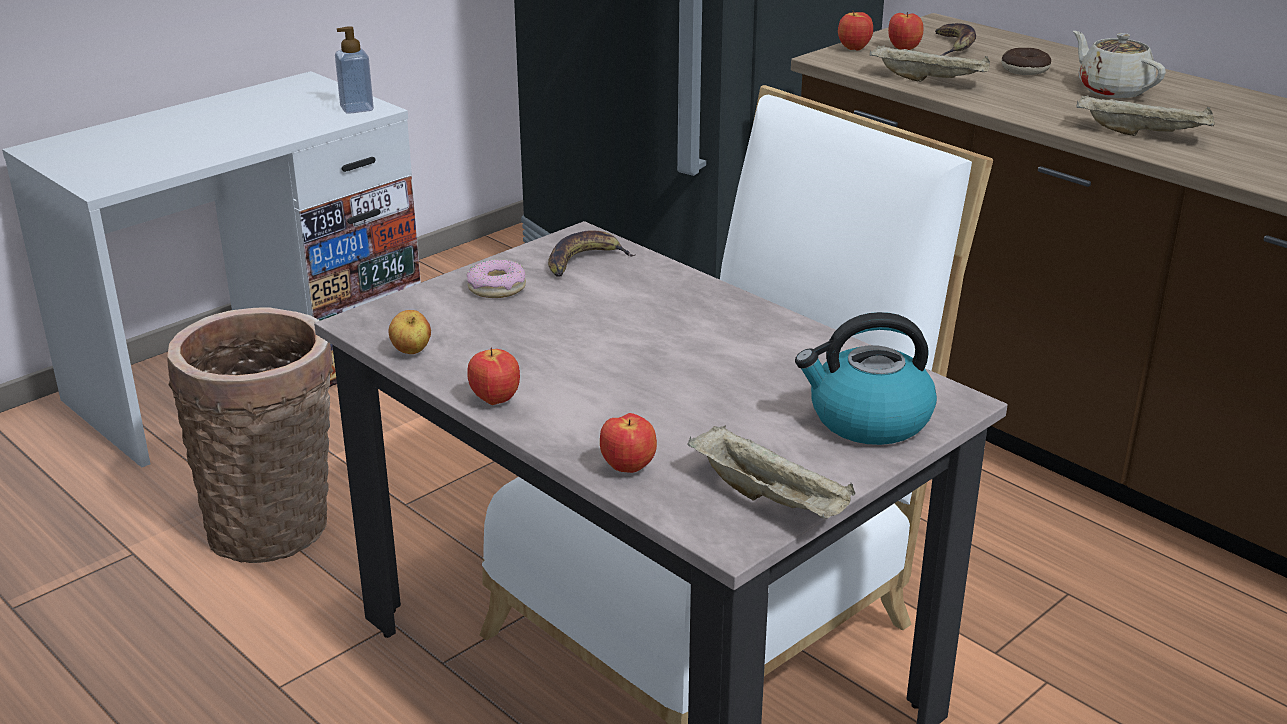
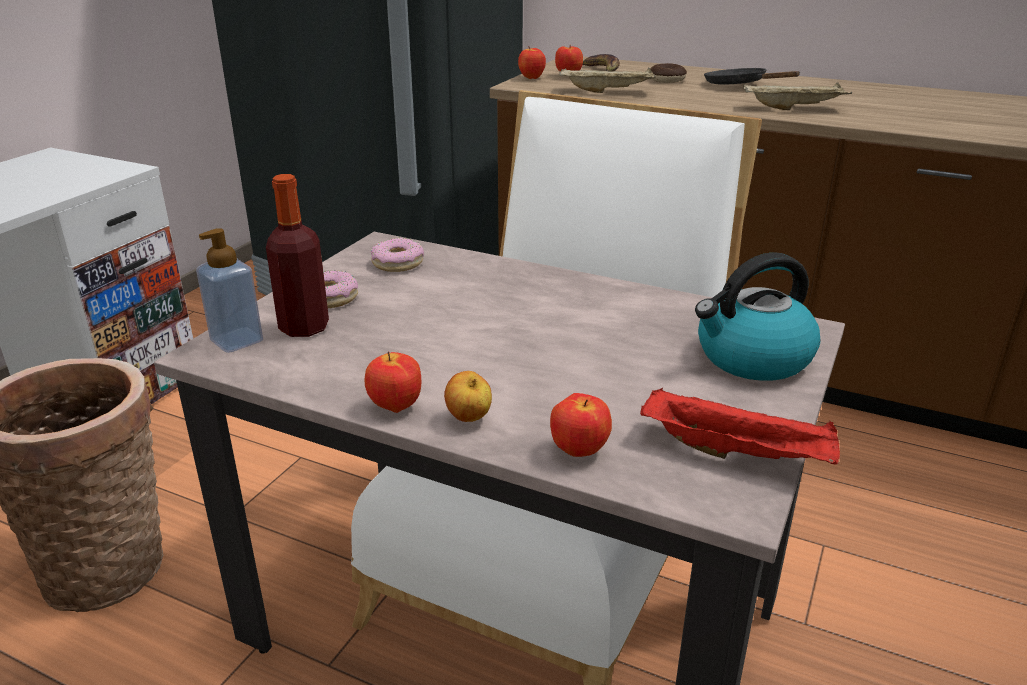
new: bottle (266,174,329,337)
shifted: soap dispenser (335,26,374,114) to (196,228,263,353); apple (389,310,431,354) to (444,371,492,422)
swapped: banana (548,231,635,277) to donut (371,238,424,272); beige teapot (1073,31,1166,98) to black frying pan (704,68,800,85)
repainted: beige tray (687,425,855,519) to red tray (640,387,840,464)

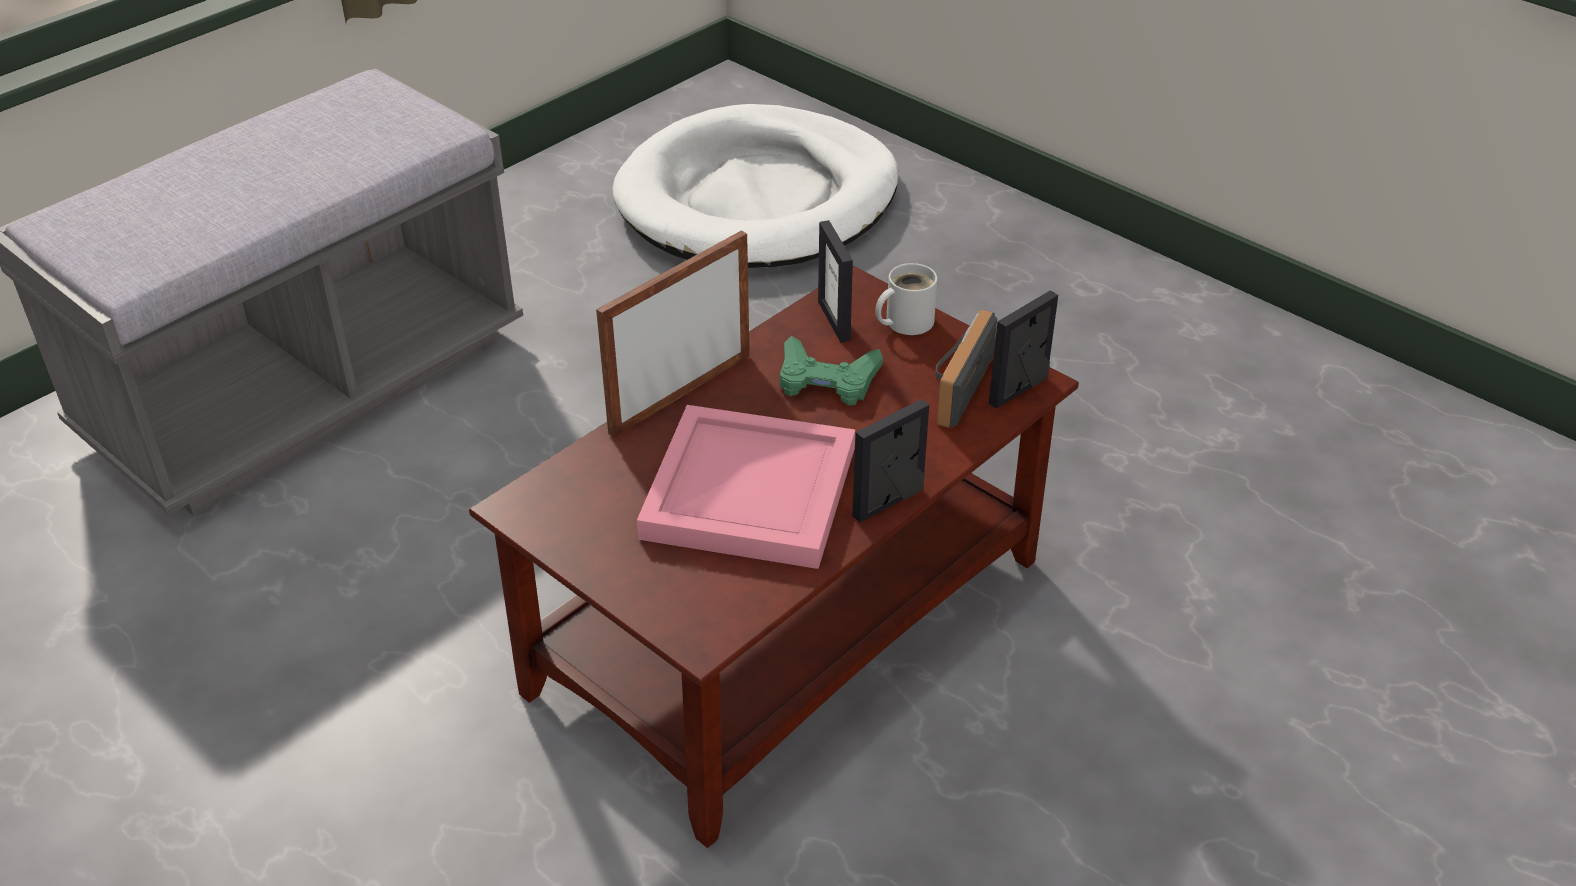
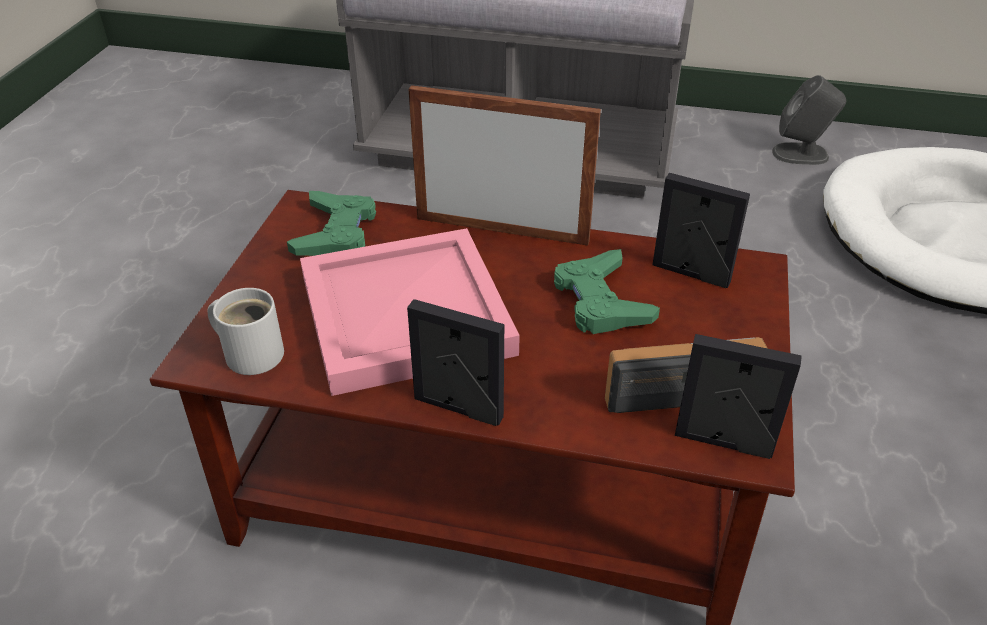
new: green game controller (287,191,376,256); grey speaker (772,75,846,165)
shifted: white mug (875,263,938,335) to (207,288,284,375)
rotated: picture frame (818,220,853,343) = (653,173,750,288) 75 degrees clockwise

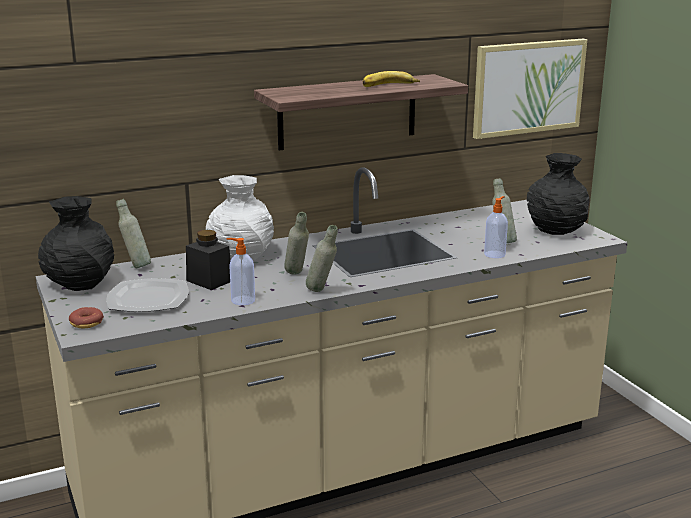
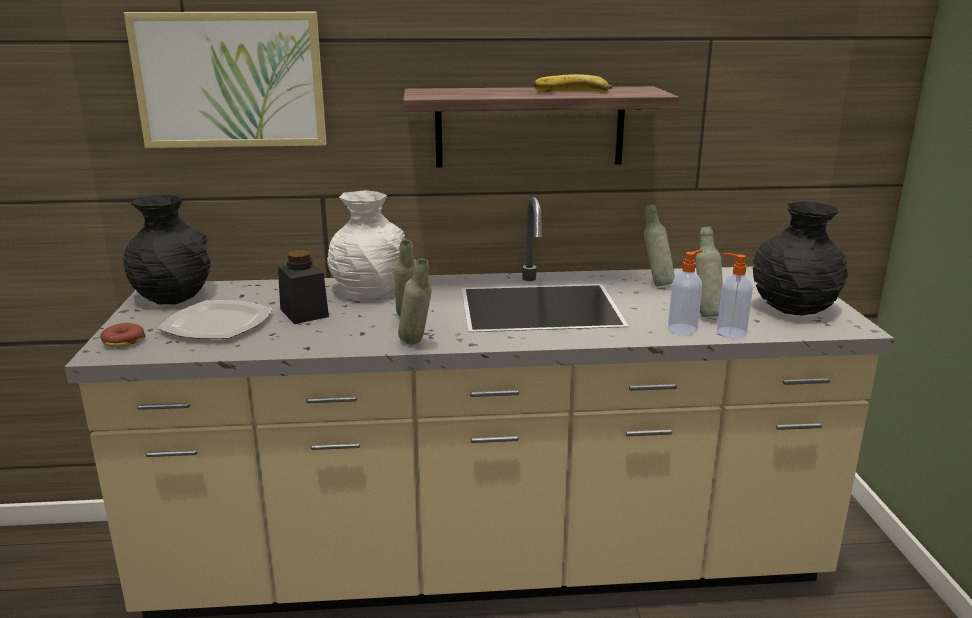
shifted: grey bottle (116,199,151,268) to (644,205,675,286); soap dispenser (227,238,255,305) to (717,253,753,338); picture (473,39,587,139) to (124,12,327,148)

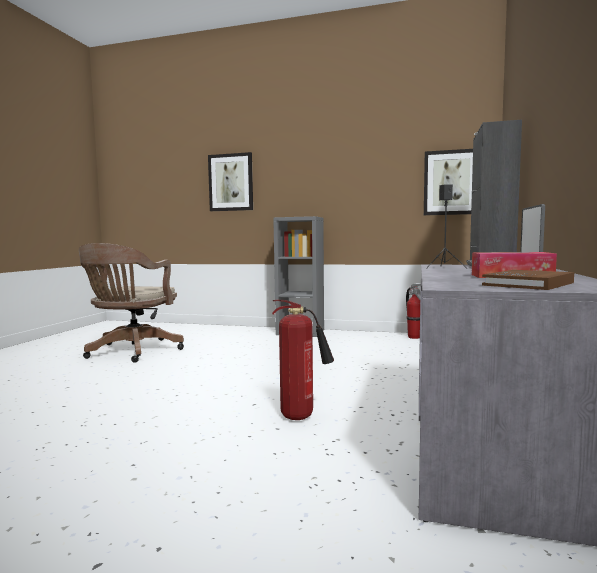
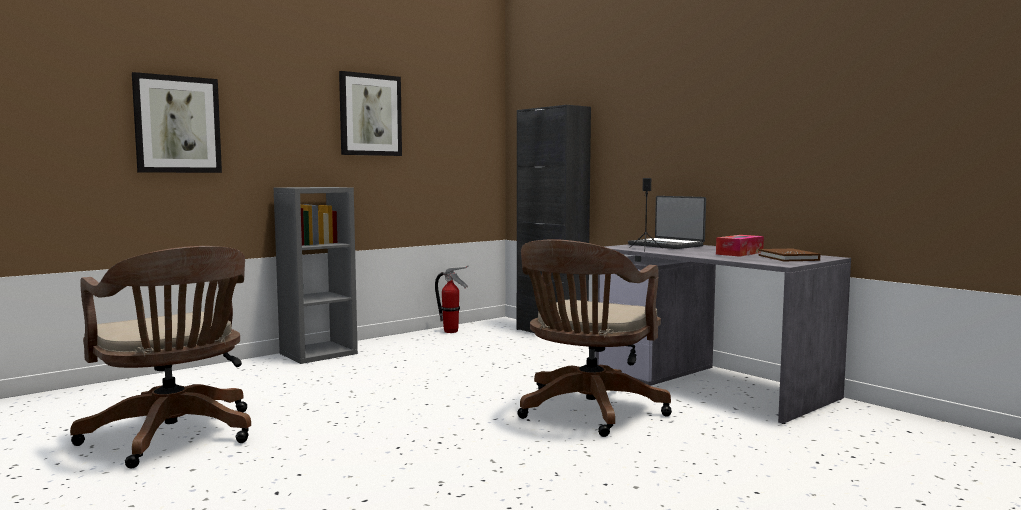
shifted: picture (424,149,473,215) to (339,71,402,156)
swapped: fire extinguisher (272,300,334,420) to brown office chair (517,239,672,437)

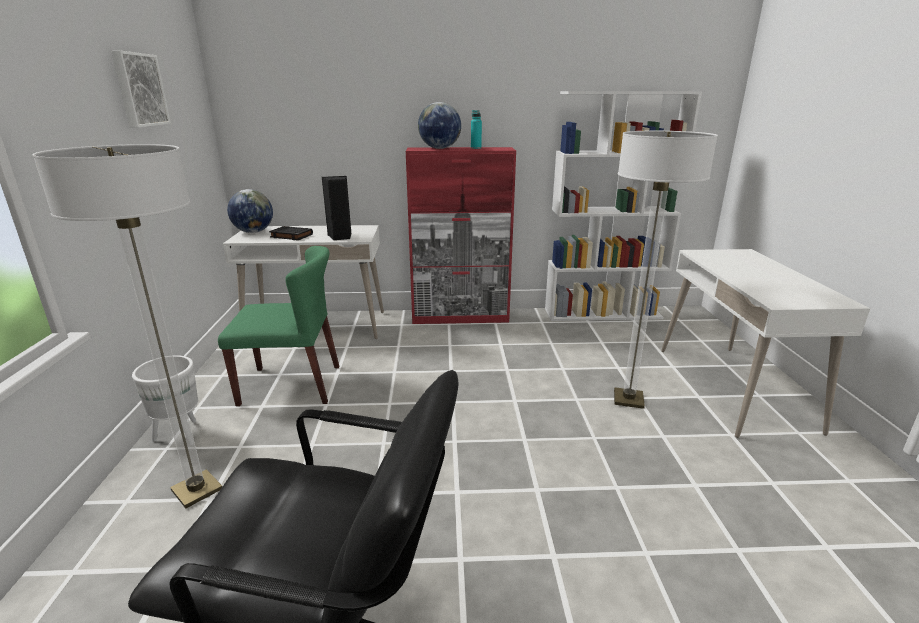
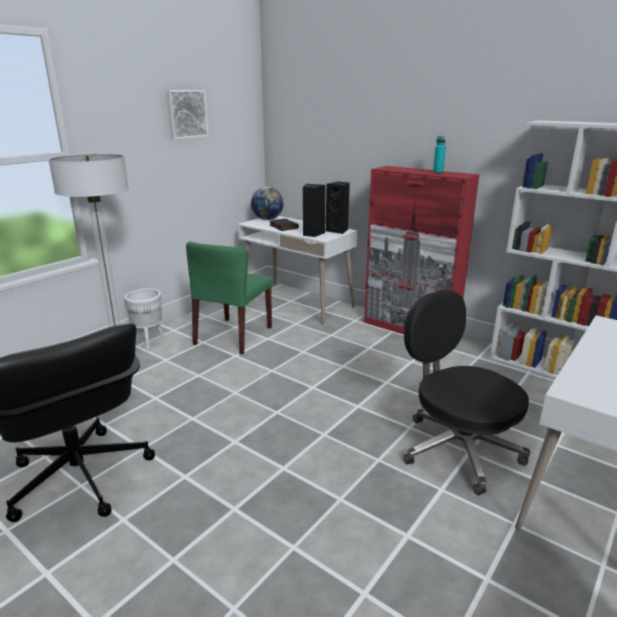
gone: globe (418,102,461,149)
new: black speaker (326,182,350,234)
swapped: floor lamp (614,131,718,409) to black office chair (404,290,530,495)
rotated: green chair (218,246,339,406) = (186,241,273,355) 75 degrees clockwise

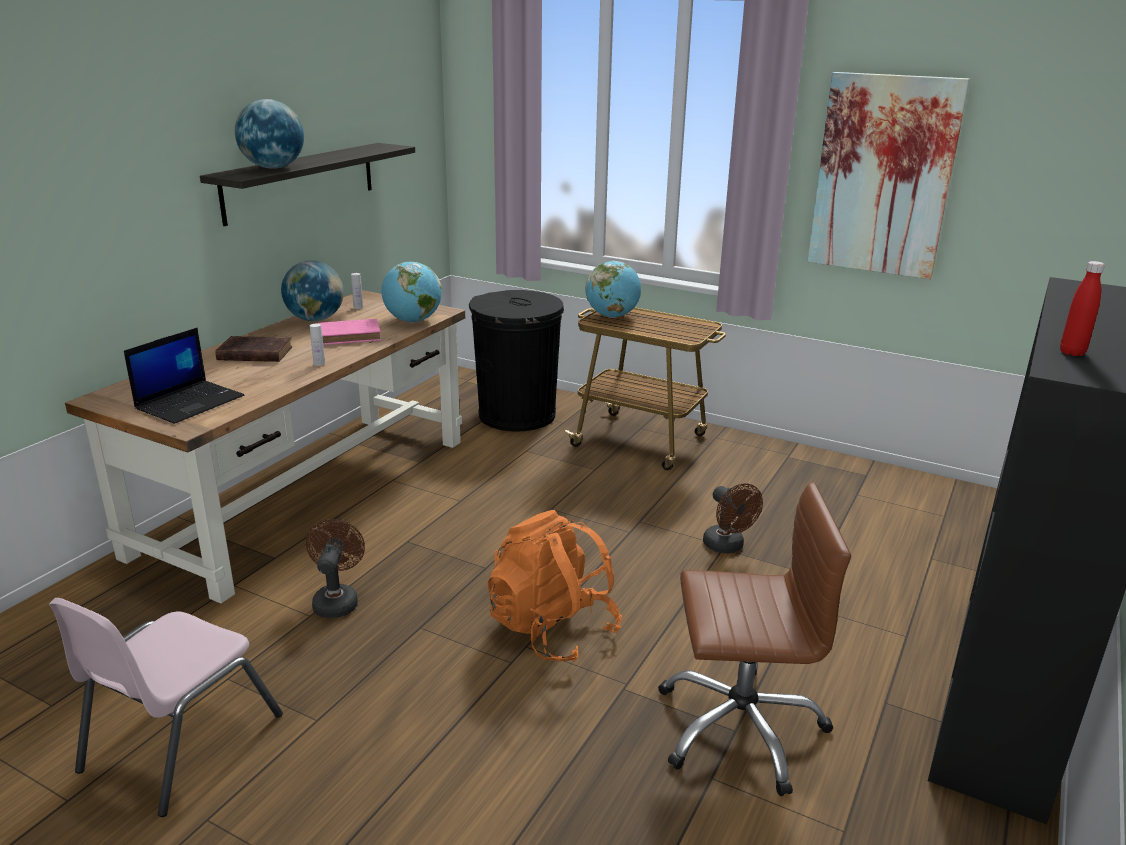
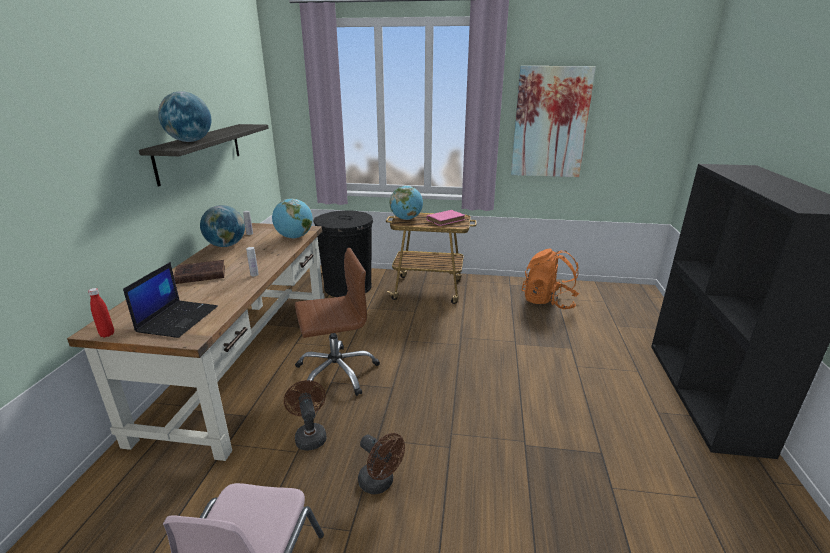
shifted: pink book (318,319,381,345) to (426,210,465,226); orange backpack (487,510,622,662) to (522,249,579,309); brown office chair (658,482,851,796) to (295,248,380,396); brown fan (703,483,763,553) to (358,433,405,494); red bottle (1060,261,1105,356) to (88,288,114,337)

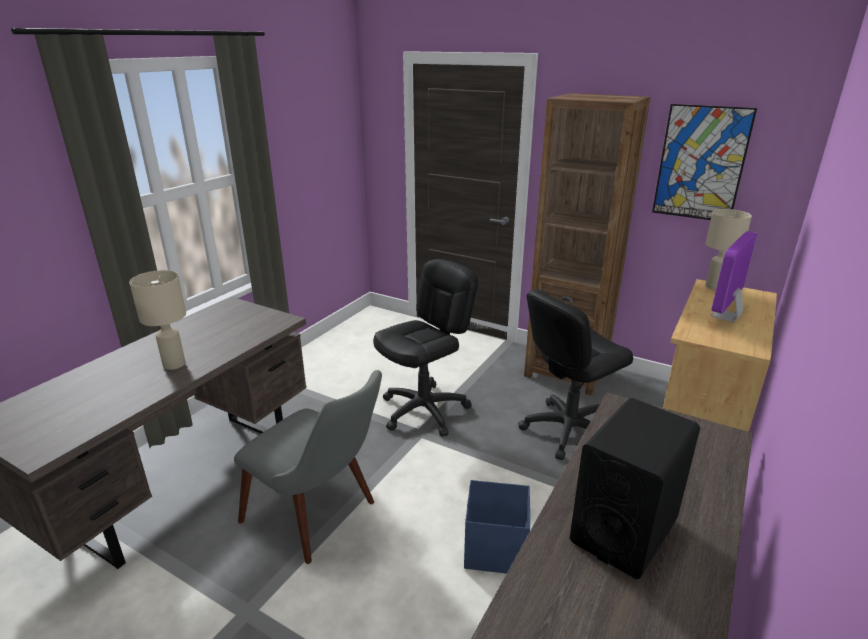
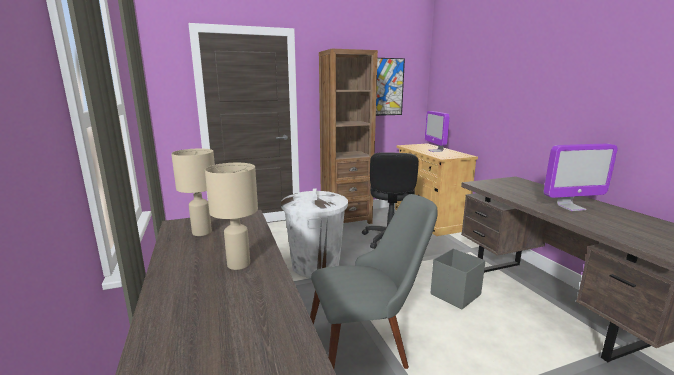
shifted: beige table lamp (706,209,752,290) to (171,148,215,236)
swapped: black office chair (373,259,478,437) to white trash can (281,189,348,278); black speaker (570,398,700,579) to monitor (544,144,618,211)
repainted: blue storage box (464,480,530,574) to grey storage box (431,248,486,309)

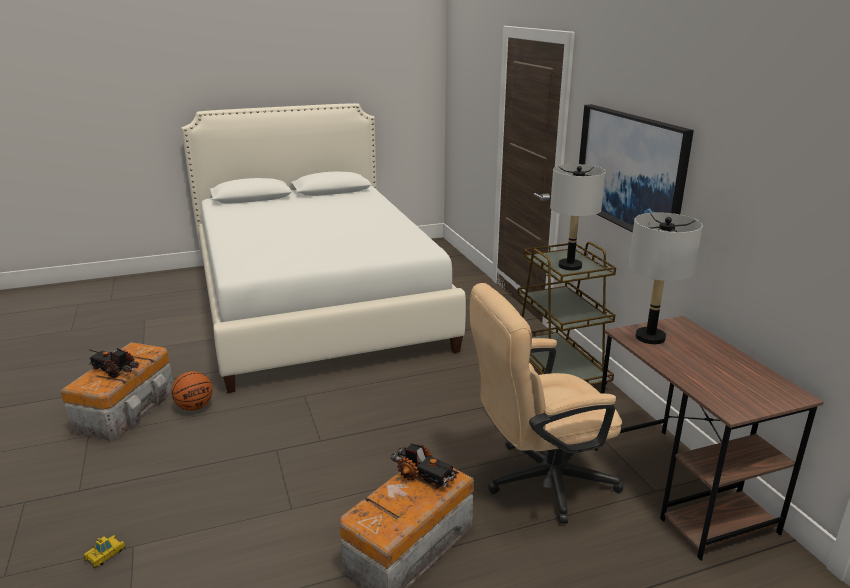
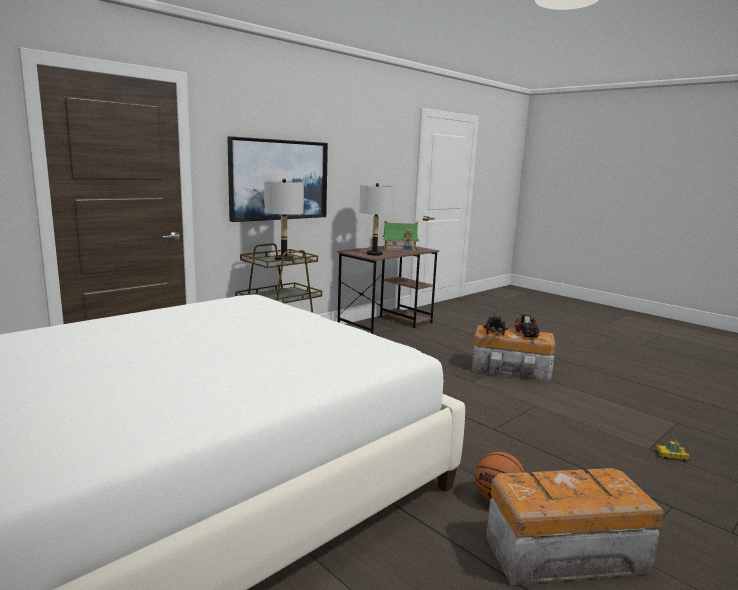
gone: beige office chair (470,283,624,524)
new: toy house (382,220,419,251)
shifted: toy truck (88,348,139,378) to (514,315,539,337)

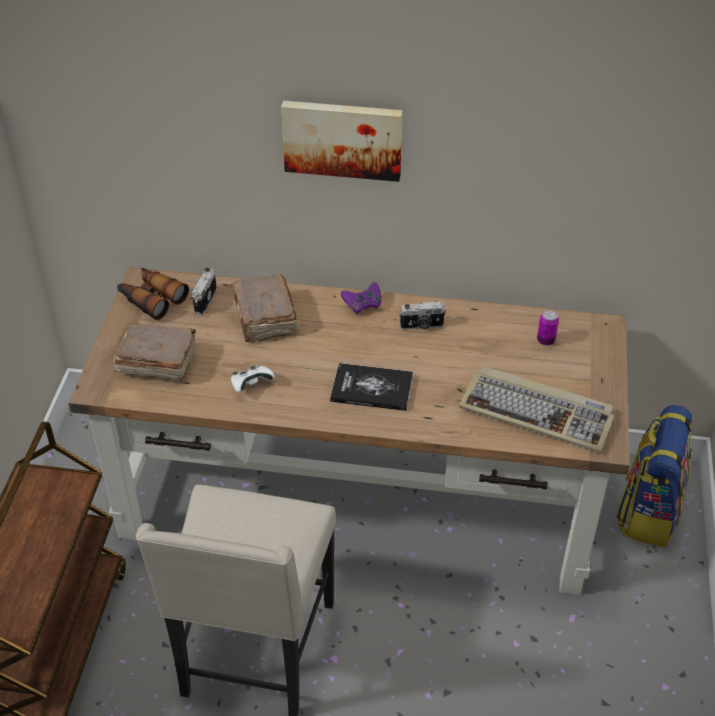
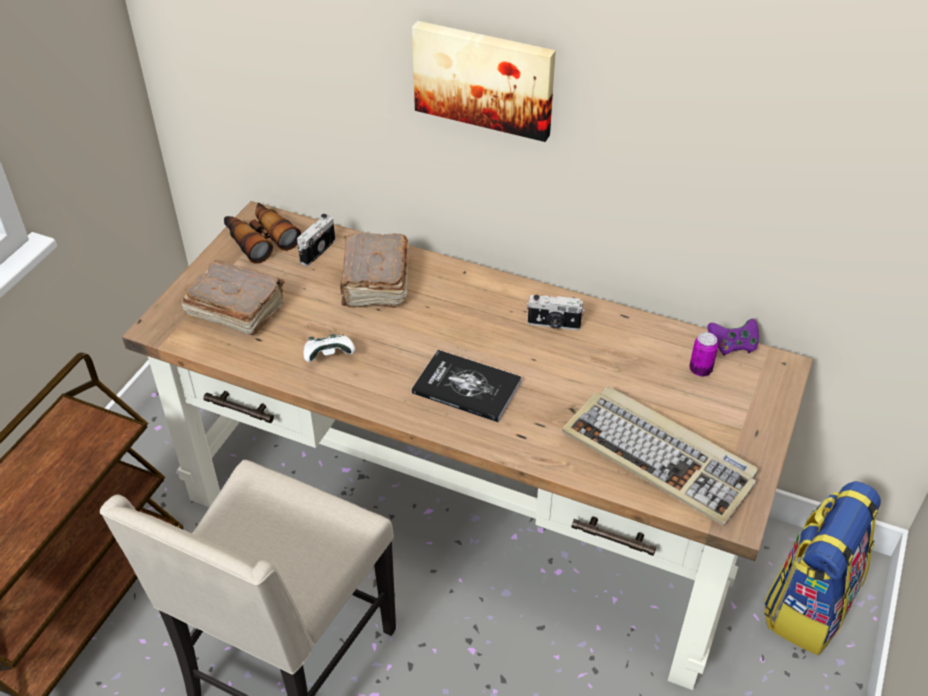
shifted: purple game controller (341,282,381,315) to (707,319,759,356)

